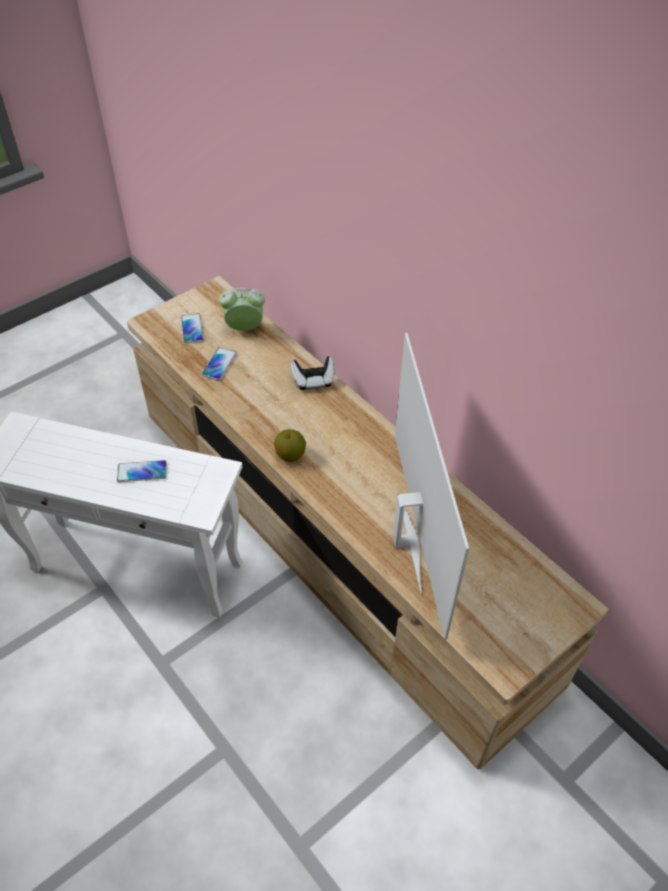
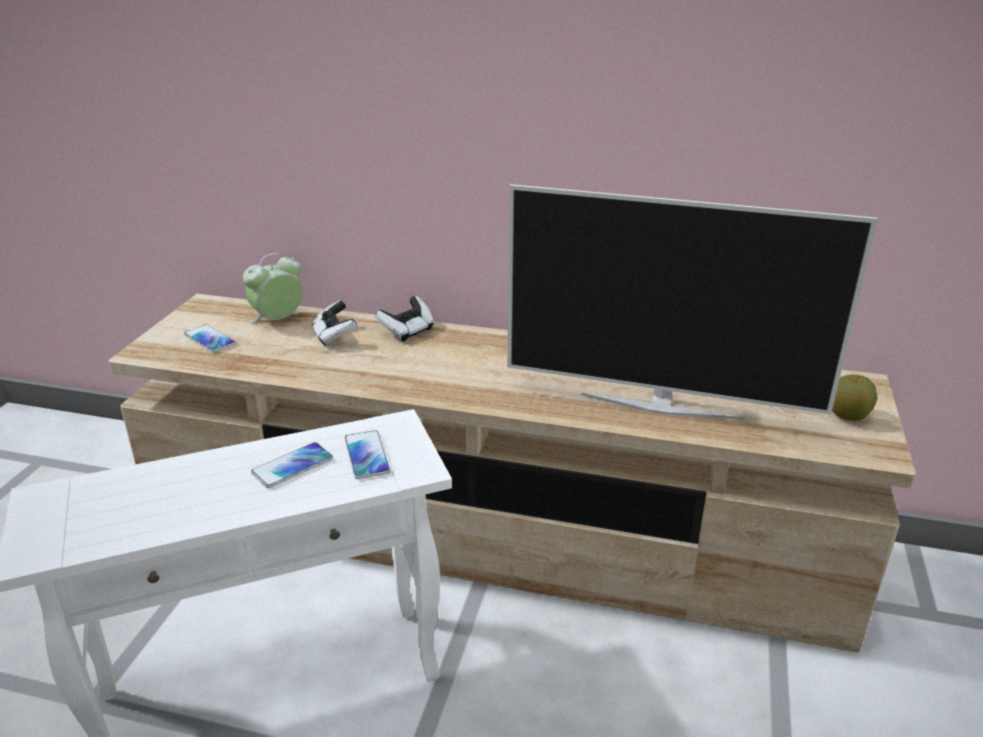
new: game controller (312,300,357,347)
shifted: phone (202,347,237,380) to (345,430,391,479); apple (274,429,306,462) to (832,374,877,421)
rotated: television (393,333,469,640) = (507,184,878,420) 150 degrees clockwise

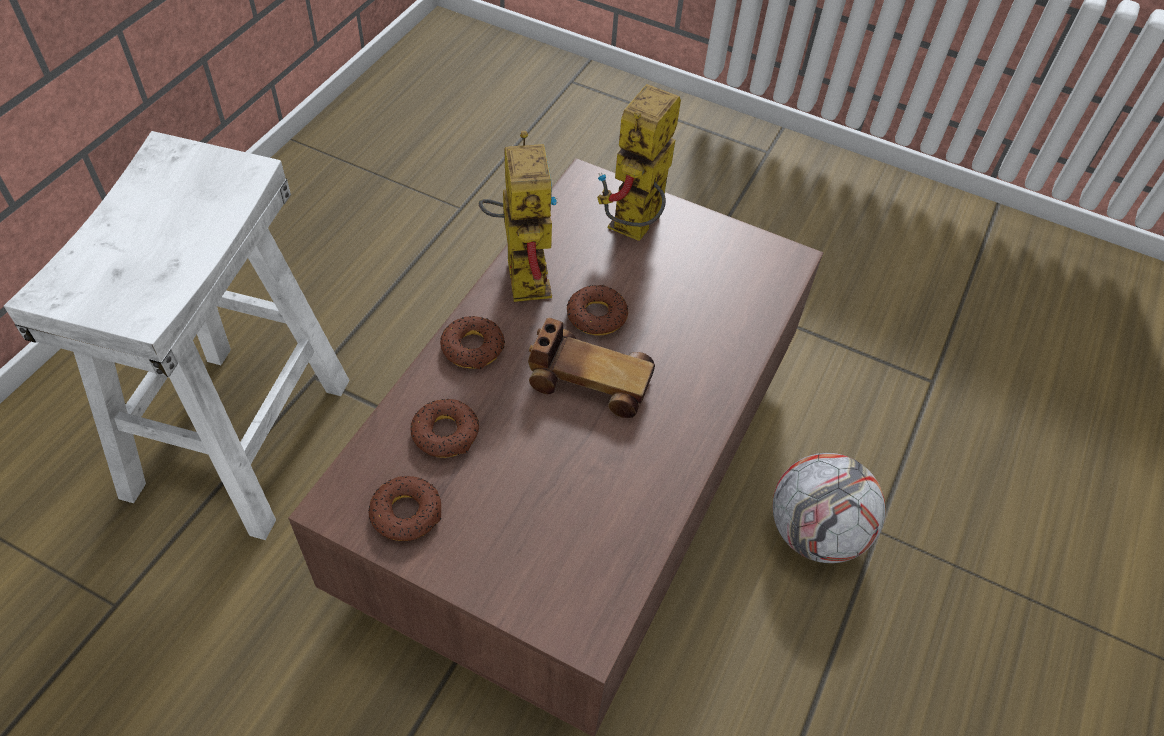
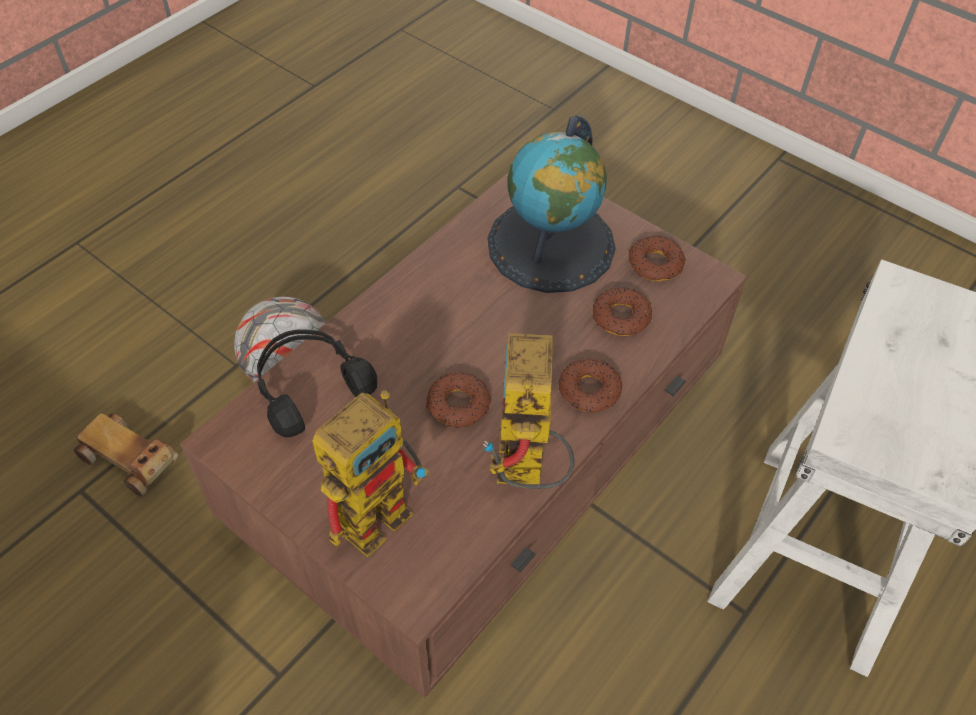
new: black headphones (257,329,377,437); globe (488,115,616,293)
shifted: toy car (528,318,655,418) to (74,413,179,496)

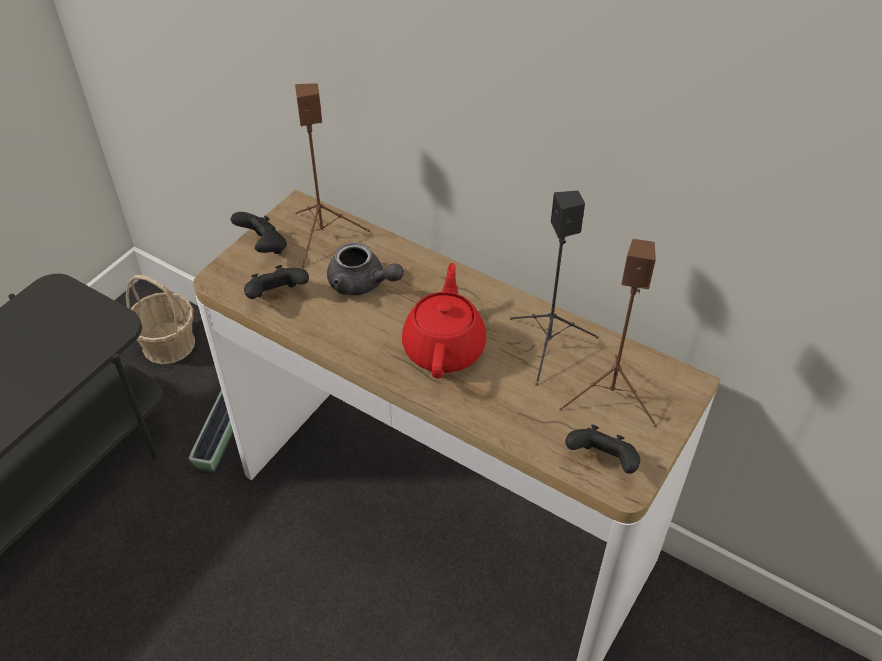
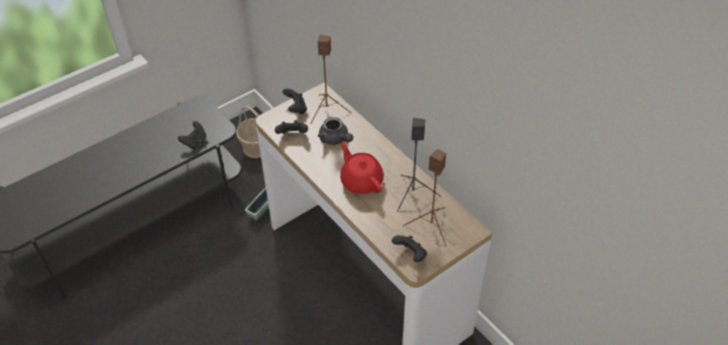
new: black game controller (178,121,206,149)
rotated: red teapot (402,263,486,378) = (340,142,384,194) 60 degrees counterclockwise

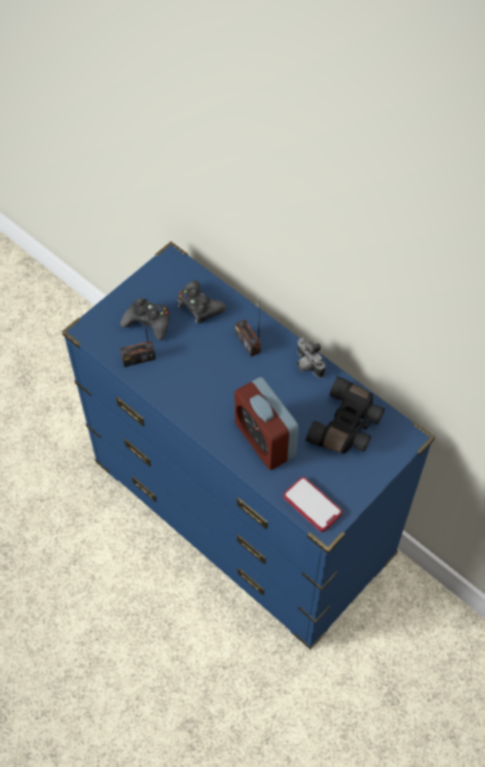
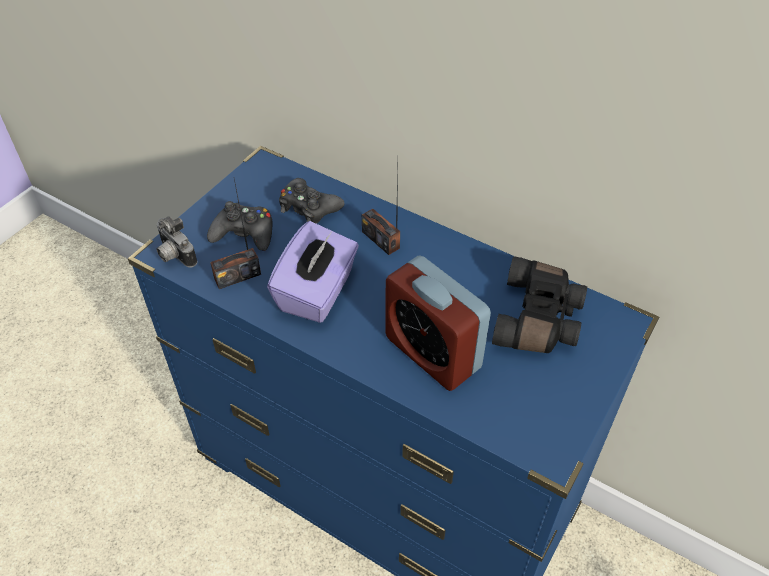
gone: phone (283,477,342,532)
new: purple tissue box (267,221,359,323)
shifted: photo camera (297,338,325,378) to (156,216,197,268)

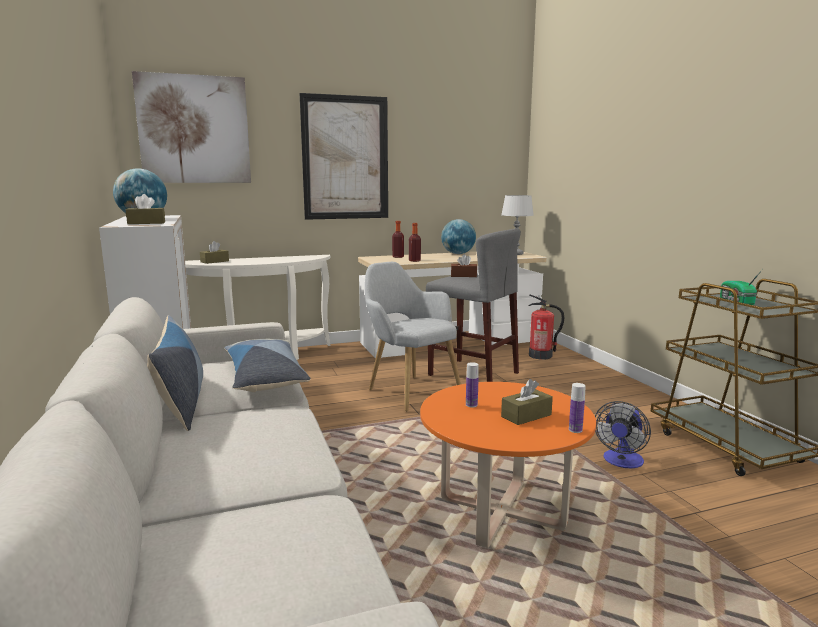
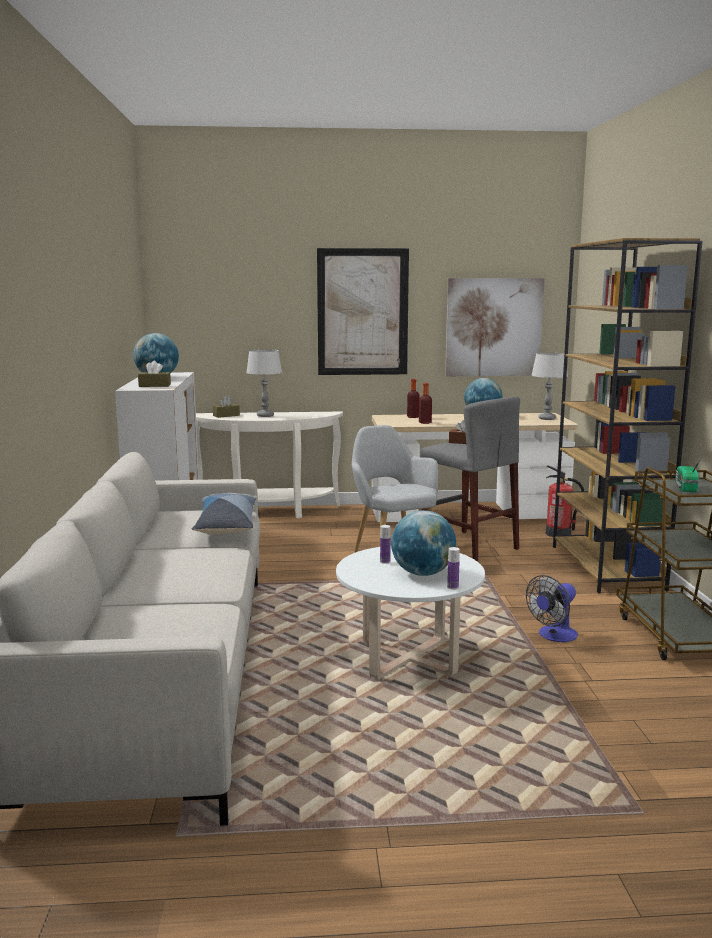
gone: pillow (147,315,203,431)
new: grey table lamp (246,349,282,417); brown bookcase (553,238,703,593)
shifted: picture (132,71,251,183) to (445,278,545,376)
swapped: brown tissue box (501,379,553,425) to globe (391,510,456,576)
repainted: orange coffee table (420,382,596,548) to white coffee table (336,547,485,680)

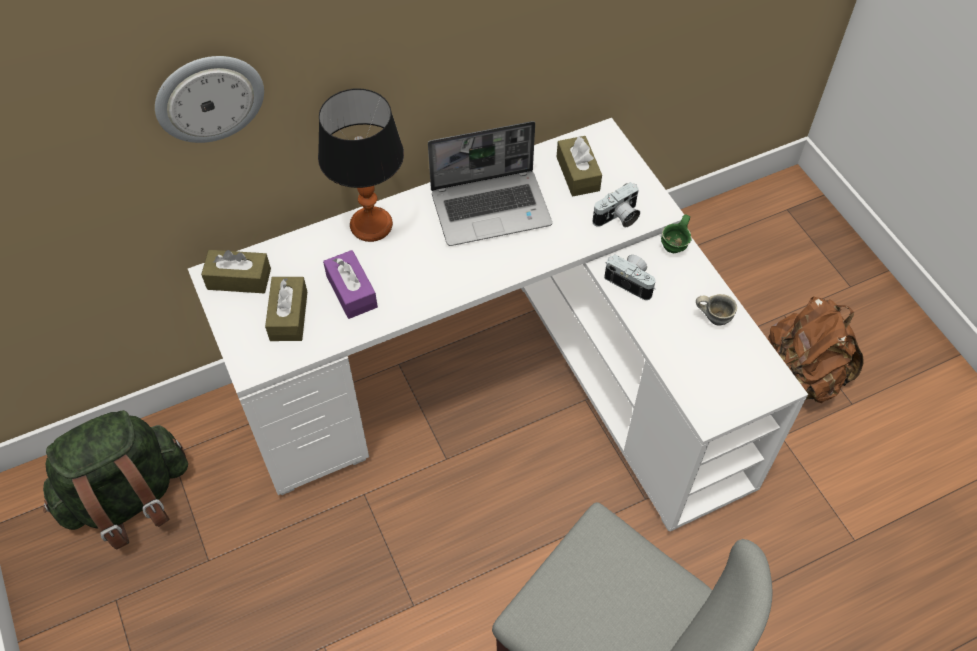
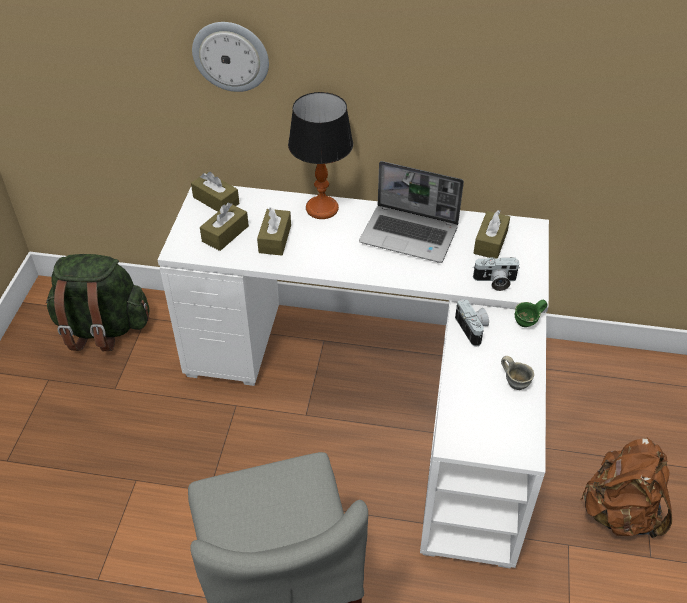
repainted: purple tissue box (323,250,378,319) to brown tissue box (257,207,291,256)

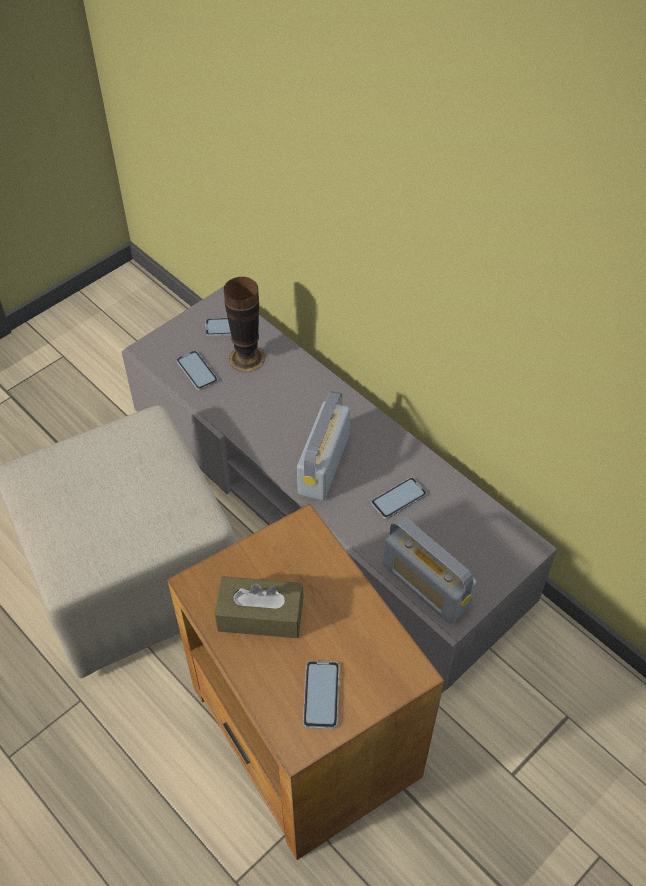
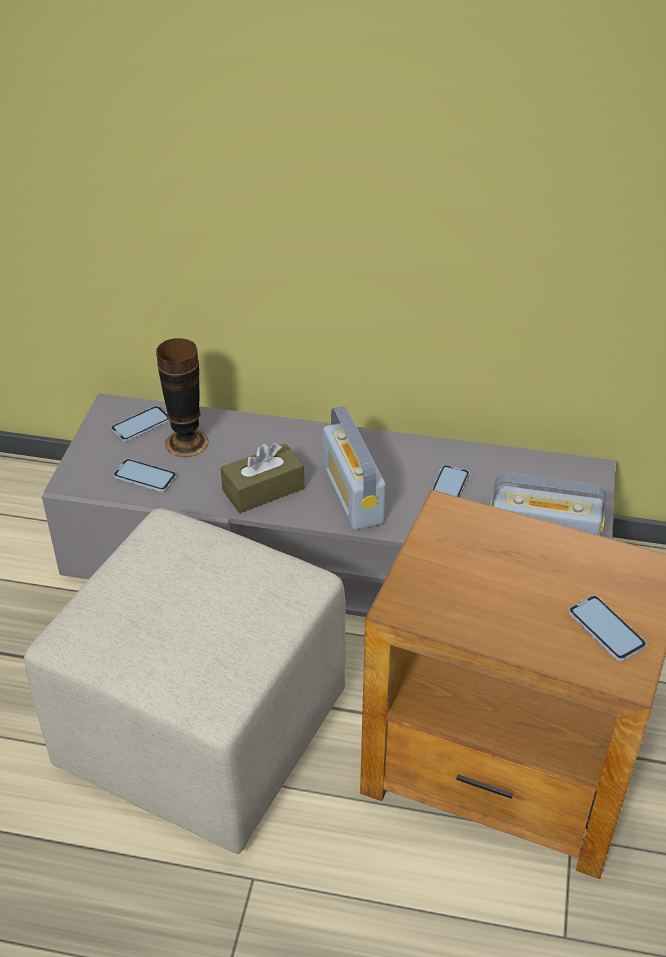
shifted: brown tissue box (215,576,304,638) to (221,442,304,513)

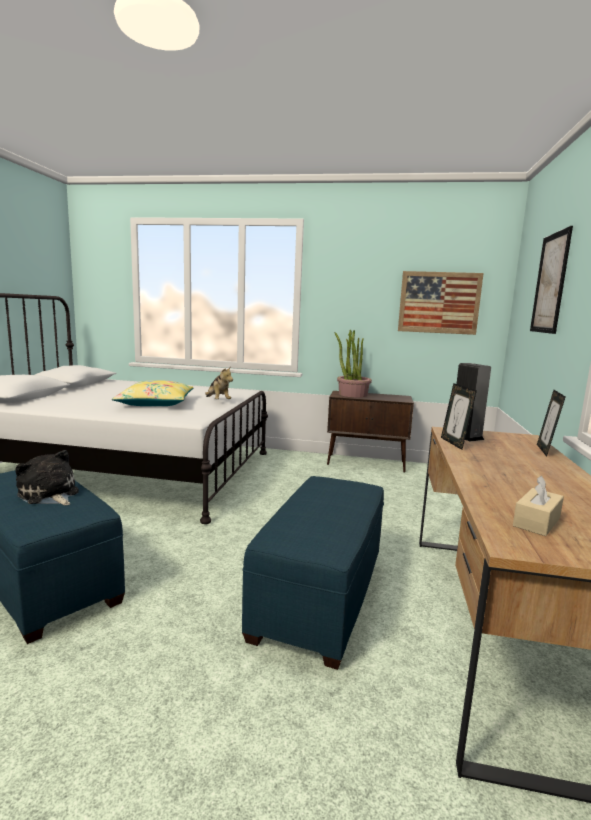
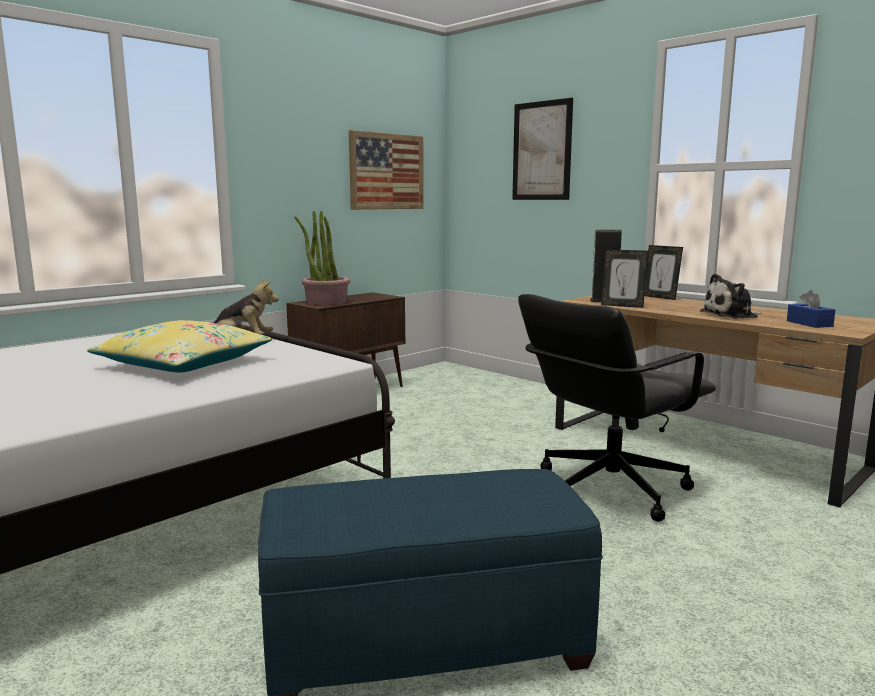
shifted: plush toy (15,450,79,505) to (700,274,762,319)
swapped: blue ottoman (242,476,384,670) to black office chair (518,294,716,522)
repainted: beige tissue box (513,476,564,536) to blue tissue box (787,290,835,328)

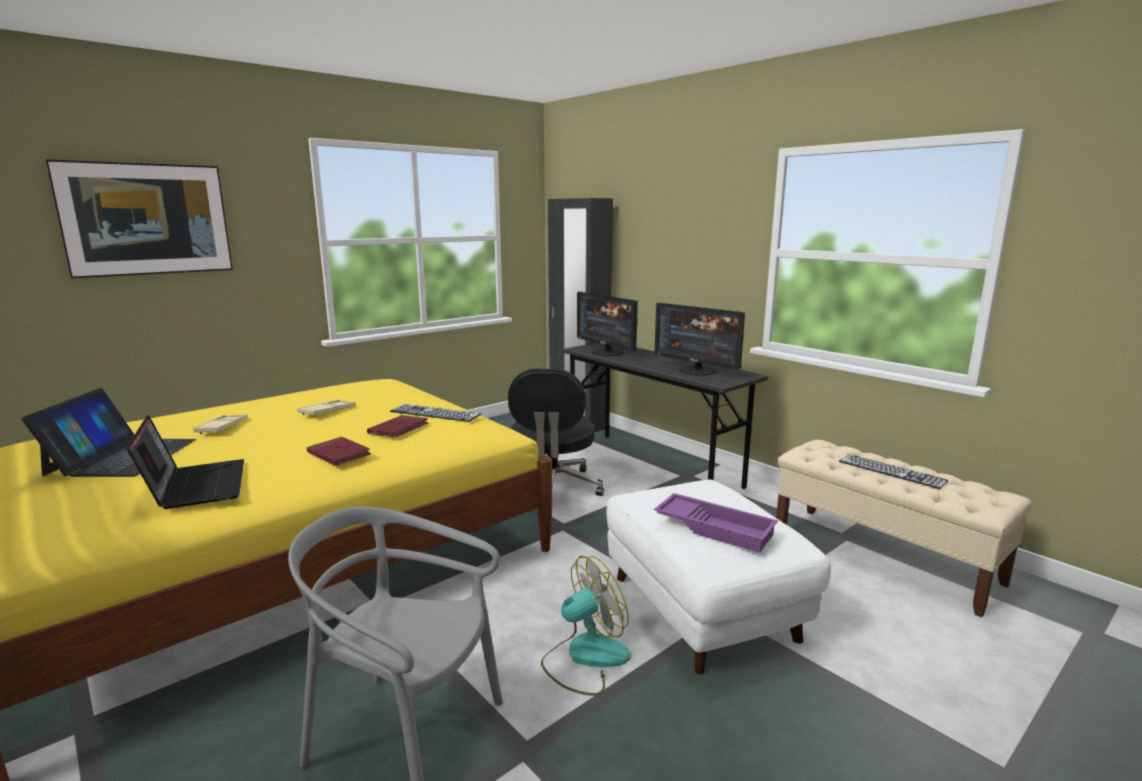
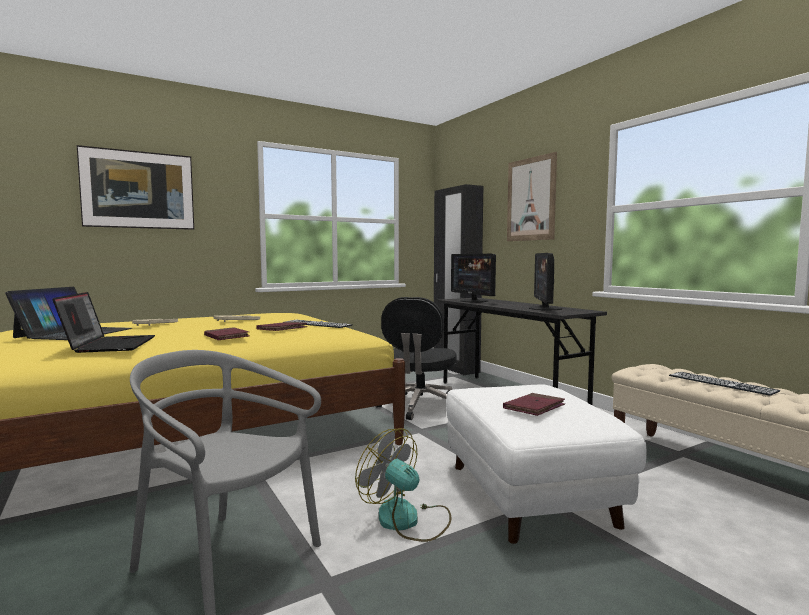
new: picture (507,152,557,241)
swapped: purple tray (654,493,778,553) to red book (503,393,565,416)
rotated: fan (541,556,631,696) = (355,428,451,542) 120 degrees counterclockwise; monitor (654,303,745,376) = (529,253,562,310) 45 degrees clockwise

